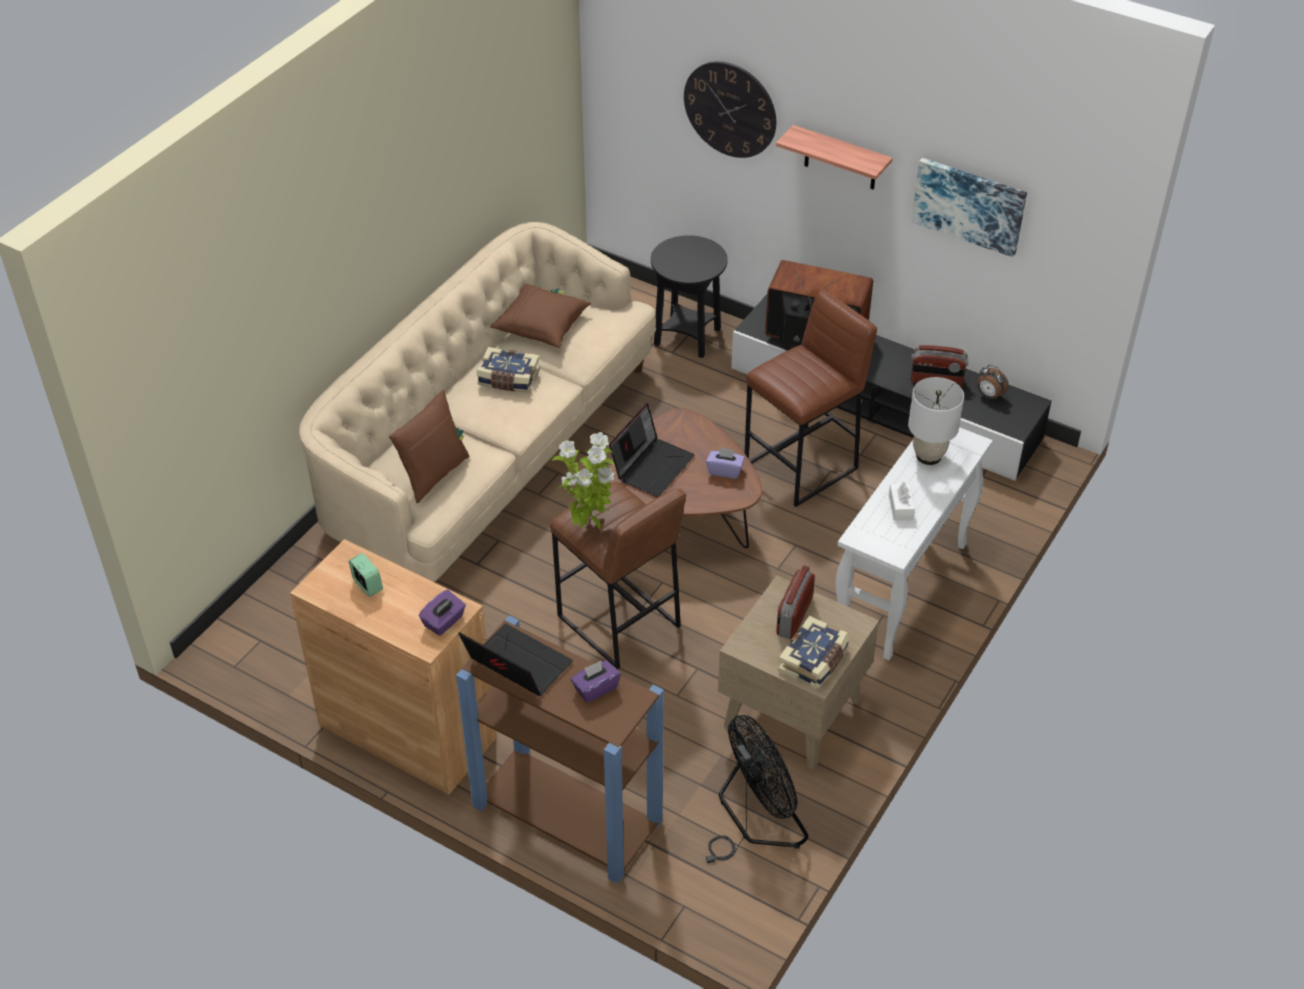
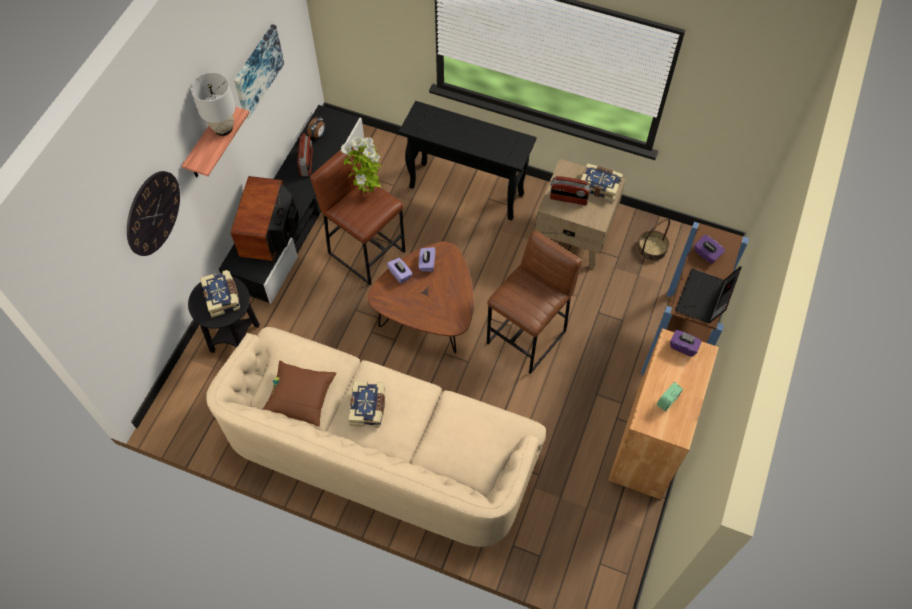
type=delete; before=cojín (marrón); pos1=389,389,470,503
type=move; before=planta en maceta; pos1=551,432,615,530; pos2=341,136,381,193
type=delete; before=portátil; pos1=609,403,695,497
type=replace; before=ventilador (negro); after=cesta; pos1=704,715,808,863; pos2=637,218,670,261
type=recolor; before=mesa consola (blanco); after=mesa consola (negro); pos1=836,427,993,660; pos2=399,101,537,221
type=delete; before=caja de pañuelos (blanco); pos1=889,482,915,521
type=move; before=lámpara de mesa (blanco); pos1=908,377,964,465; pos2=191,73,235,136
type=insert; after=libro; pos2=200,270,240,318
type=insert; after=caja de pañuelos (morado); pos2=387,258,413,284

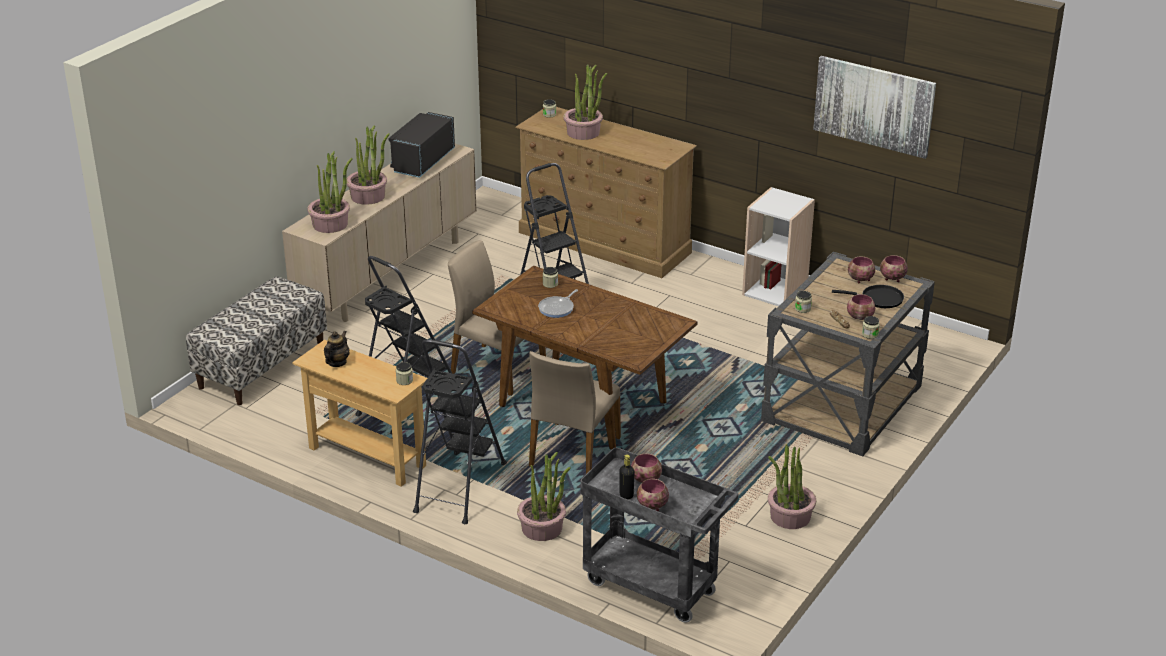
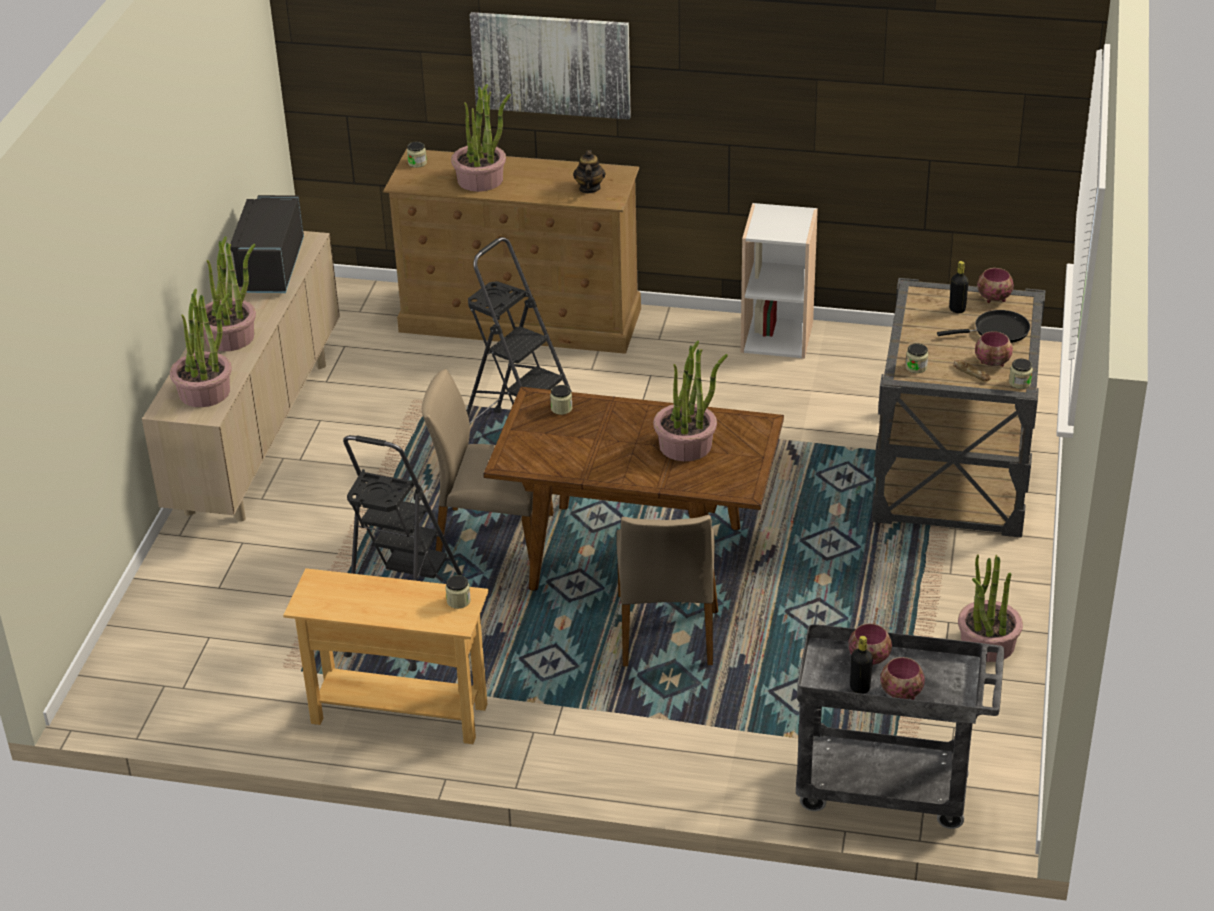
type=delete; before=banco; pos1=186,276,327,405
type=move; before=tetera; pos1=324,331,350,367; pos2=573,150,606,193
type=delete; before=escalera de tijera; pos1=413,339,507,524
type=move; before=planta en maceta; pos1=517,452,570,541; pos2=653,341,728,462
type=delete; before=sartén; pos1=538,289,578,318
type=move; before=cuadro; pos1=813,56,936,159; pos2=470,12,631,120
type=replace; before=cuenco; after=botella (negro); pos1=848,256,875,283; pos2=949,261,969,313

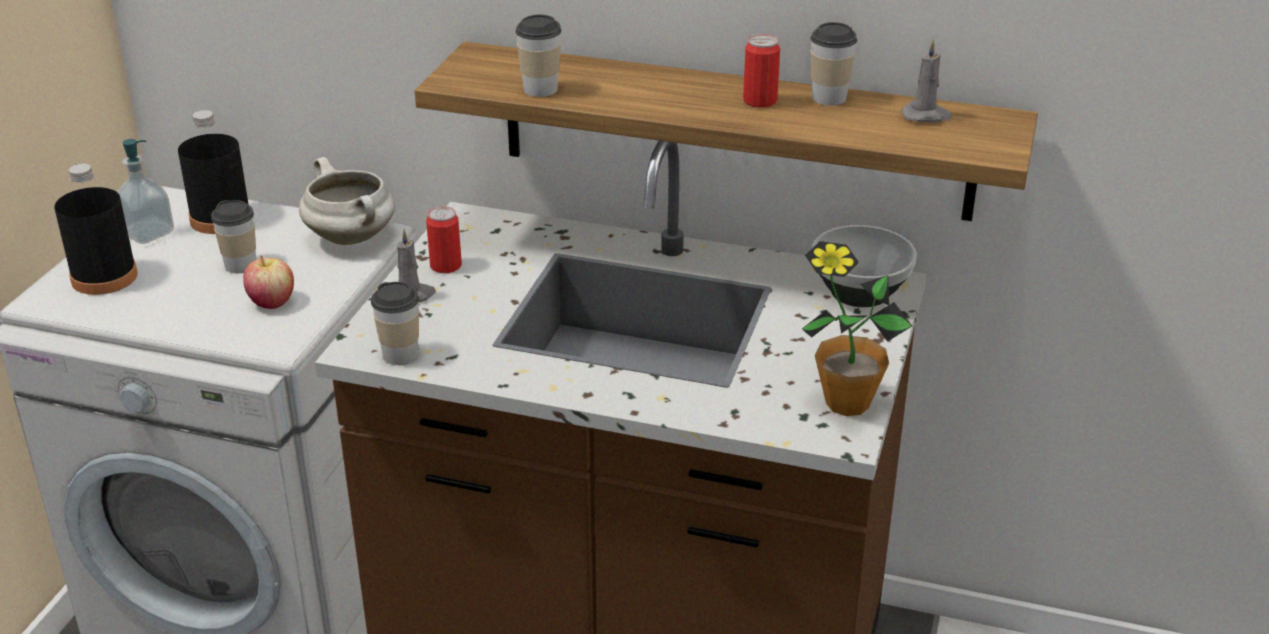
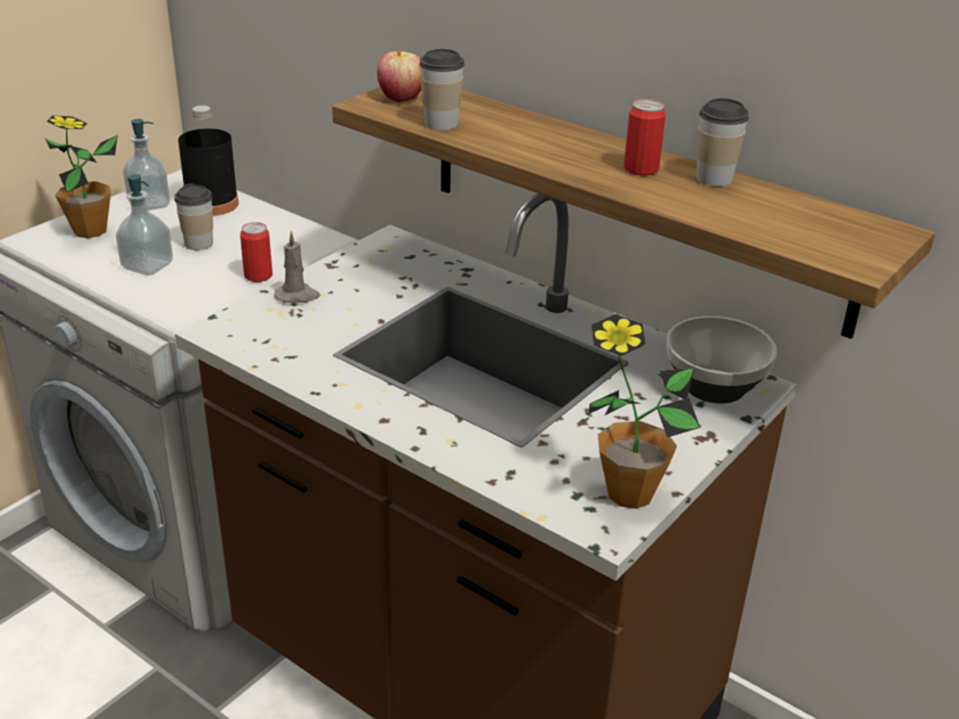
type=replace; before=botella (negro); after=planta en maceta; pos1=54,164,138,295; pos2=45,116,118,238
type=move; before=manzana; pos1=243,255,294,309; pos2=377,47,421,102
type=delete; before=olla (blanco); pos1=299,157,395,245
type=delete; before=taza; pos1=371,282,419,365
type=move; before=lata; pos1=426,206,462,273; pos2=240,222,273,282
type=delete; before=vela (gris); pos1=901,39,952,123
type=insert; after=dispensador de jabón; pos2=116,174,173,276

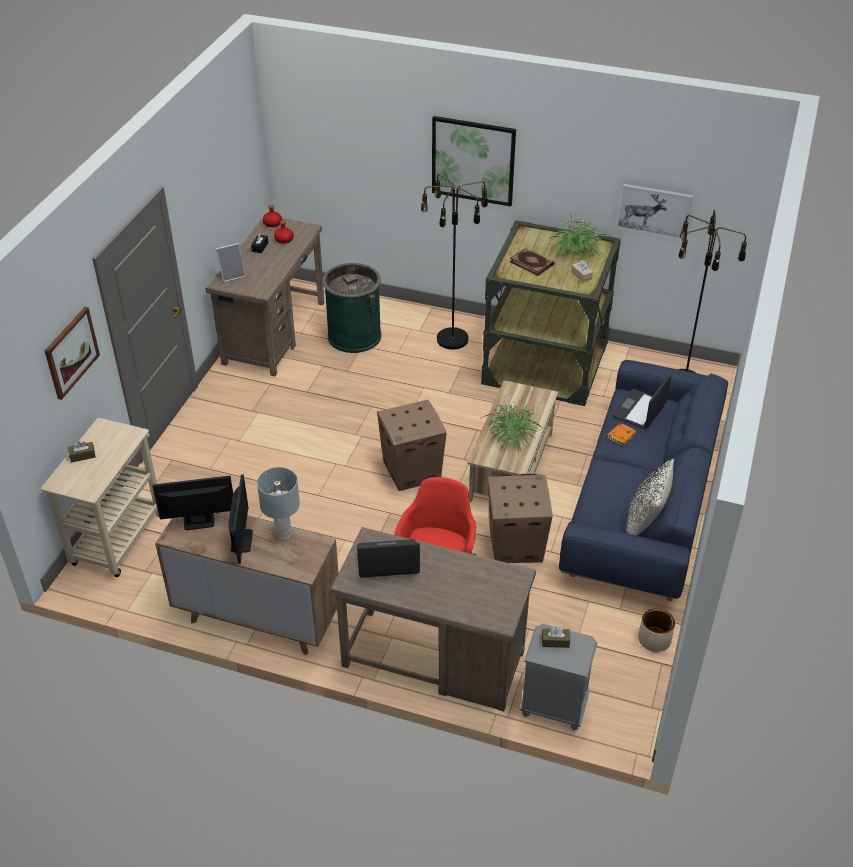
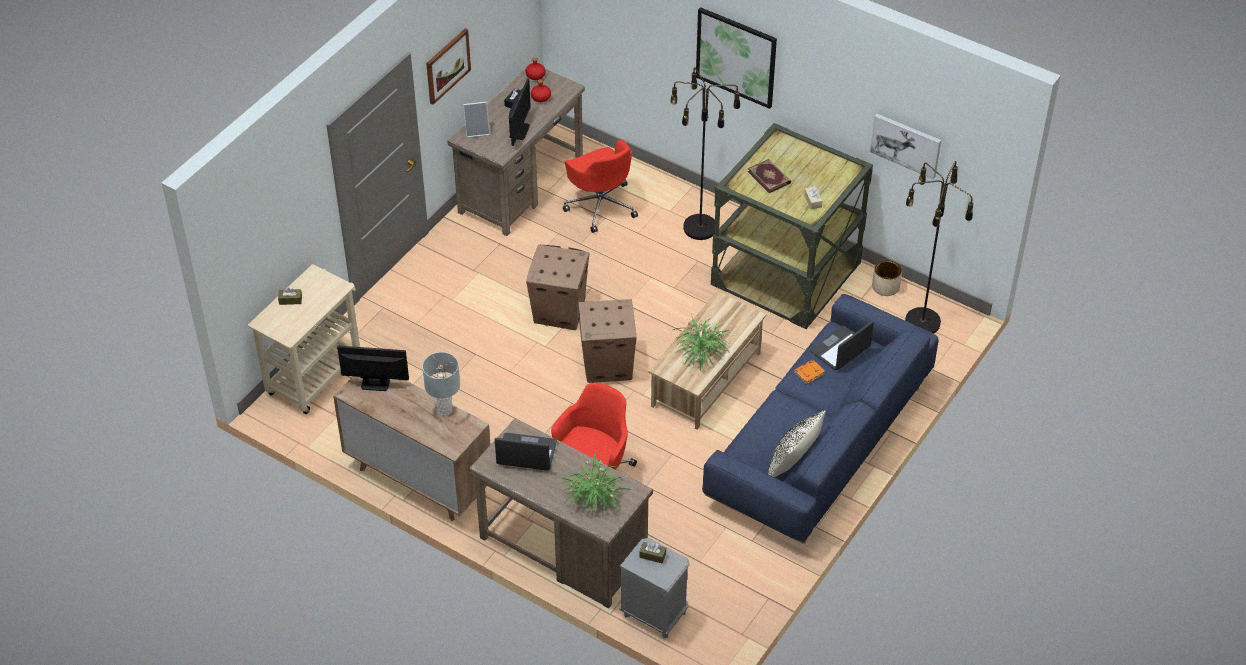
type=move; before=cuadro; pos1=45,307,100,400; pos2=426,28,471,105
type=move; before=monitor; pos1=229,475,253,564; pos2=509,78,531,146
type=replace; before=papelera (verde); after=silla de oficina (rojo); pos1=322,263,381,353; pos2=563,139,638,233
type=move; before=caja de cartón; pos1=488,474,553,563; pos2=526,245,589,330
type=move; before=planta en maceta; pos1=549,213,608,261; pos2=560,450,627,516
type=move; before=maceta (beis); pos1=638,608,675,652; pos2=872,260,902,296

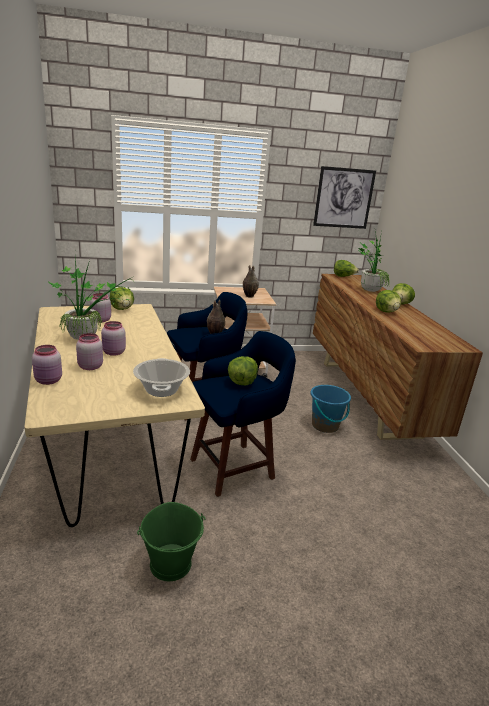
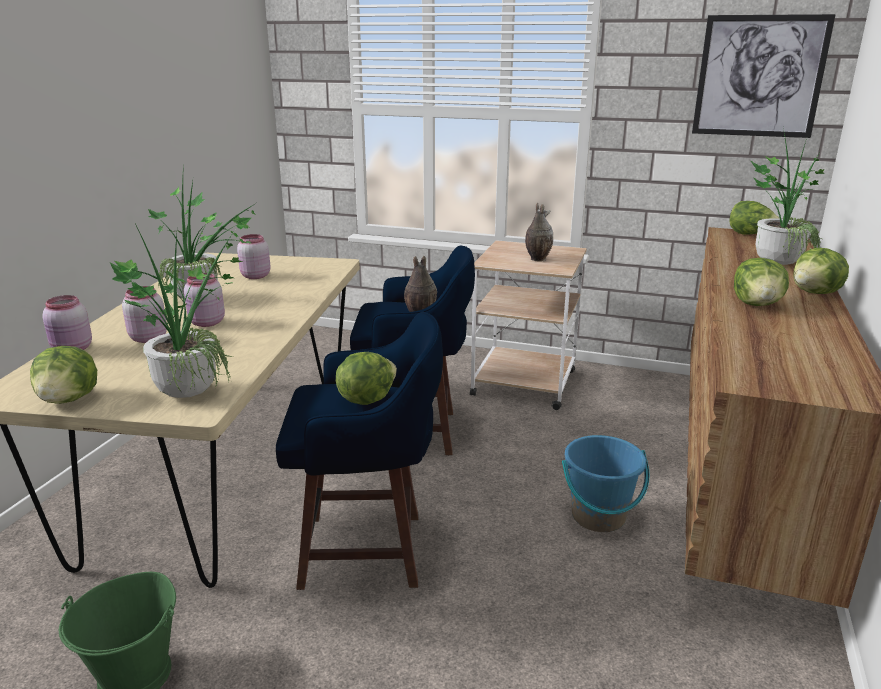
type=move; before=lechuga; pos1=110,287,134,310; pos2=30,346,97,404
type=replace; before=olla; after=planta en maceta; pos1=133,358,190,397; pos2=110,224,242,398

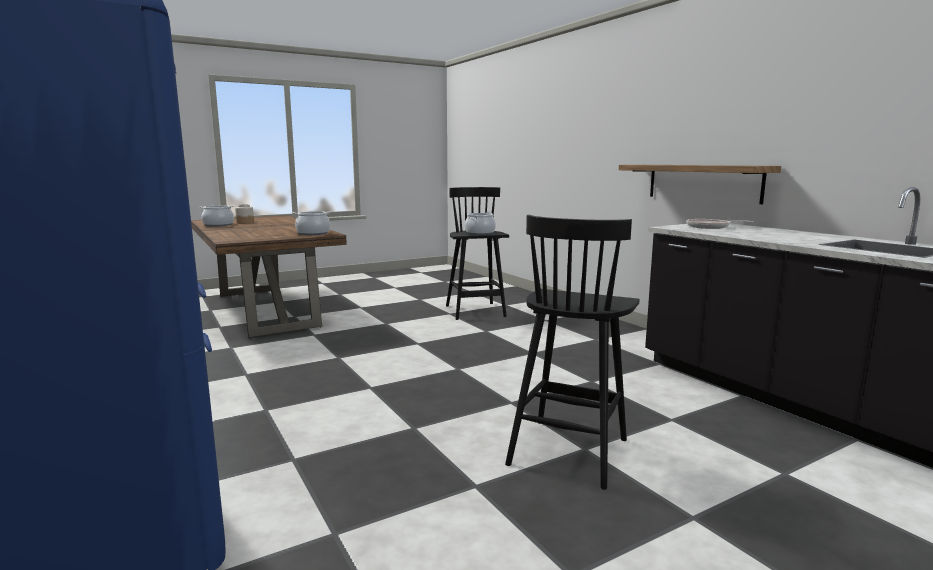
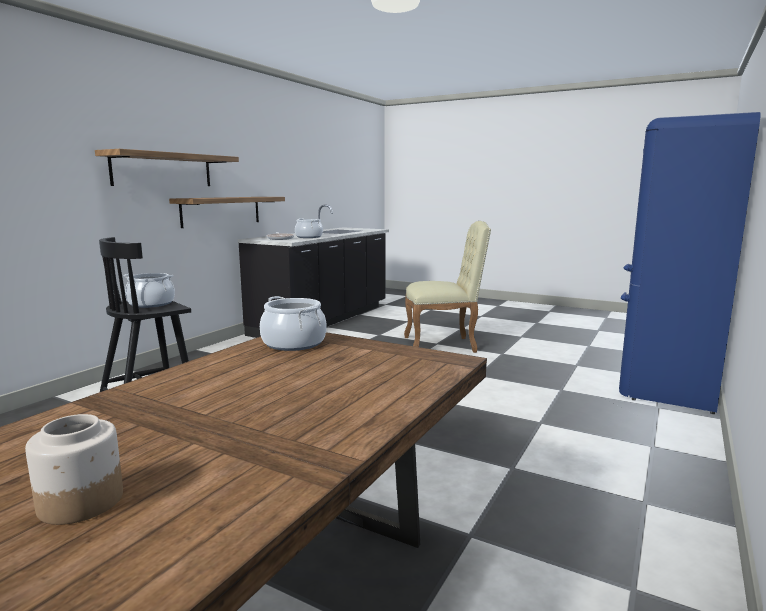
type=move; before=olla; pos1=199,205,234,227; pos2=295,218,323,238
type=replace; before=taburete (negro); after=silla (beis); pos1=505,215,640,490; pos2=404,221,491,353
type=insert; after=estante; pos2=95,149,239,186

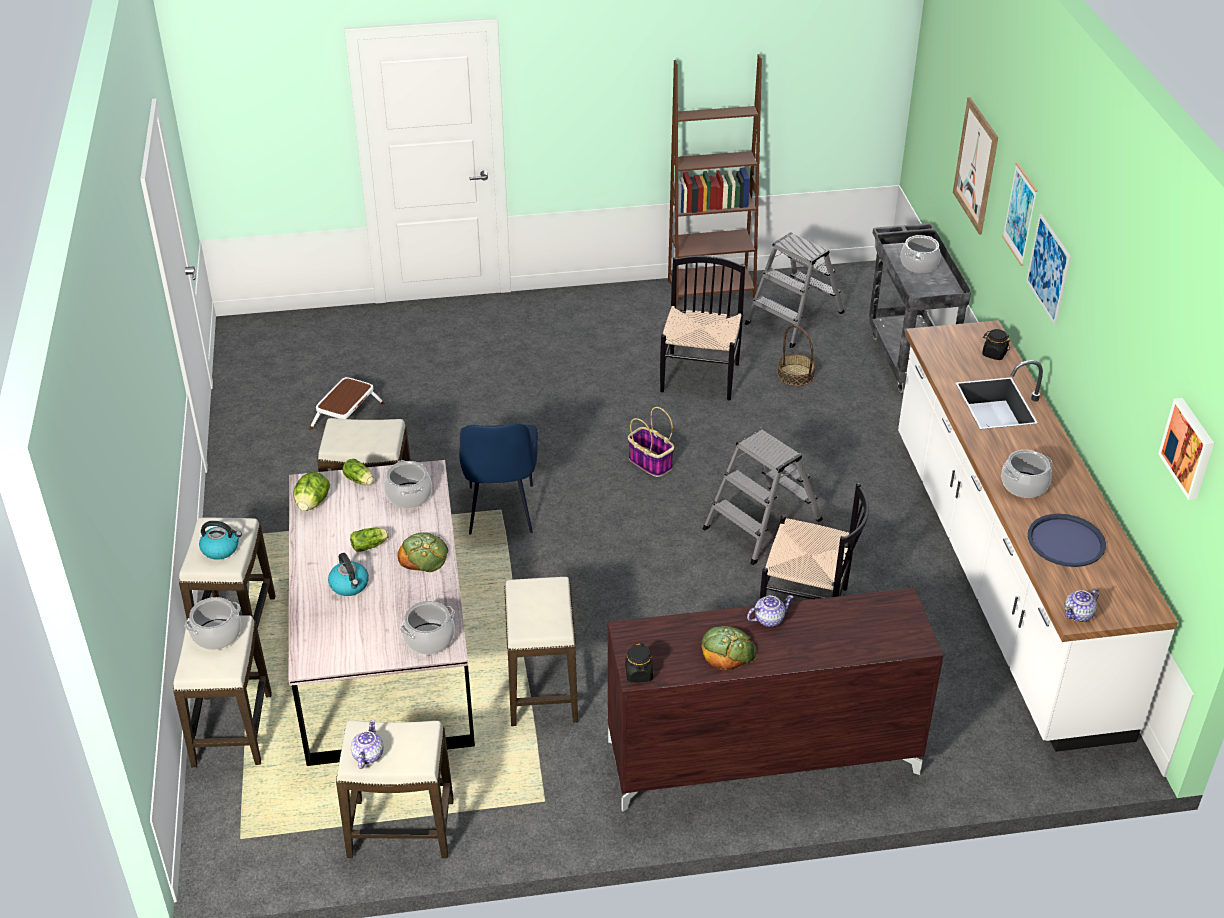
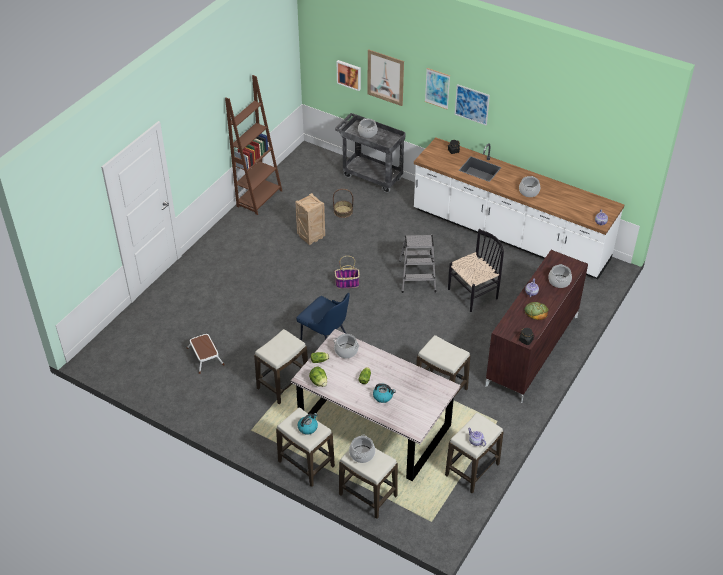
type=delete; before=pan; pos1=397,532,448,572
type=move; before=olla; pos1=400,601,455,655; pos2=548,264,572,288
type=replace; before=silla (negro); after=caja de embalaje; pos1=660,256,745,400; pos2=295,193,325,245
type=delete; before=escalera de tijera (gris); pos1=745,232,845,348
type=delete; before=bandeja (azul); pos1=1028,514,1106,567
type=move; before=cuadro; pos1=1158,398,1214,500; pos2=337,60,361,91

